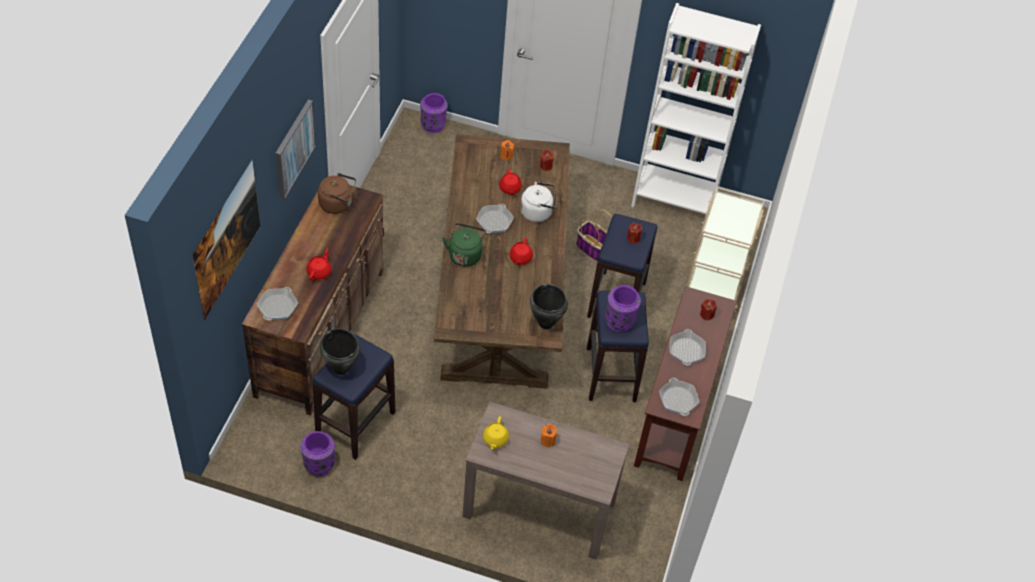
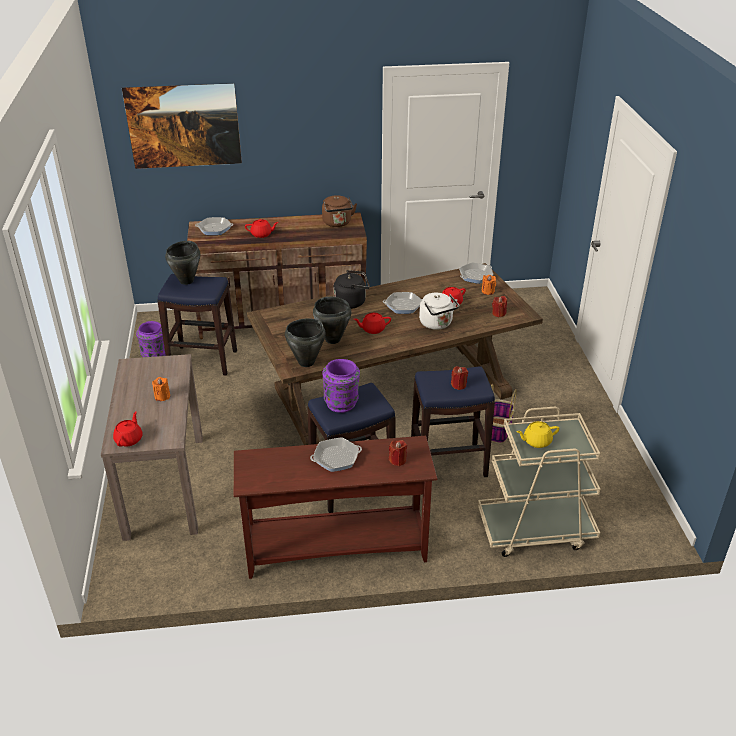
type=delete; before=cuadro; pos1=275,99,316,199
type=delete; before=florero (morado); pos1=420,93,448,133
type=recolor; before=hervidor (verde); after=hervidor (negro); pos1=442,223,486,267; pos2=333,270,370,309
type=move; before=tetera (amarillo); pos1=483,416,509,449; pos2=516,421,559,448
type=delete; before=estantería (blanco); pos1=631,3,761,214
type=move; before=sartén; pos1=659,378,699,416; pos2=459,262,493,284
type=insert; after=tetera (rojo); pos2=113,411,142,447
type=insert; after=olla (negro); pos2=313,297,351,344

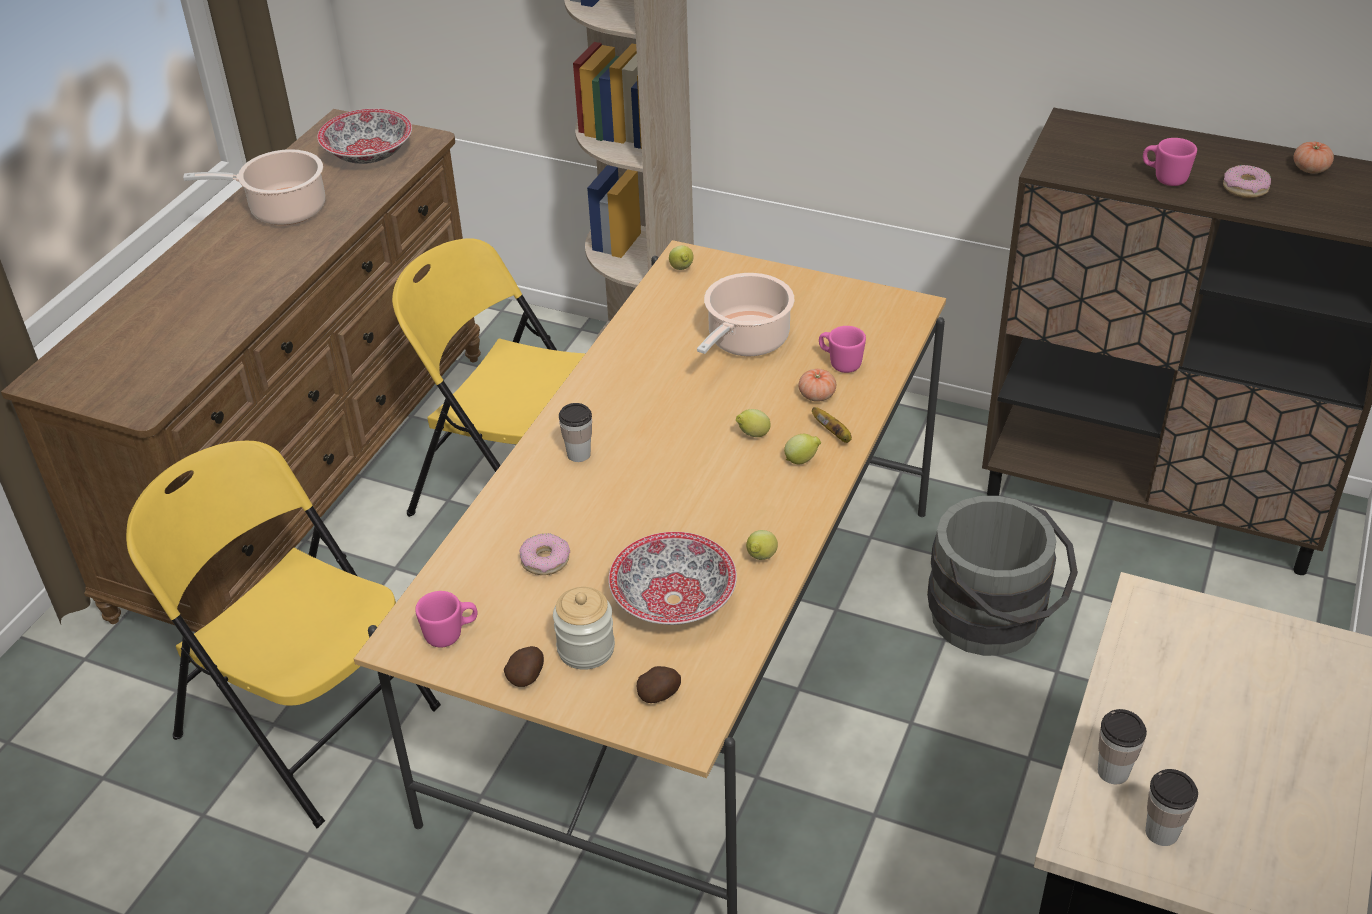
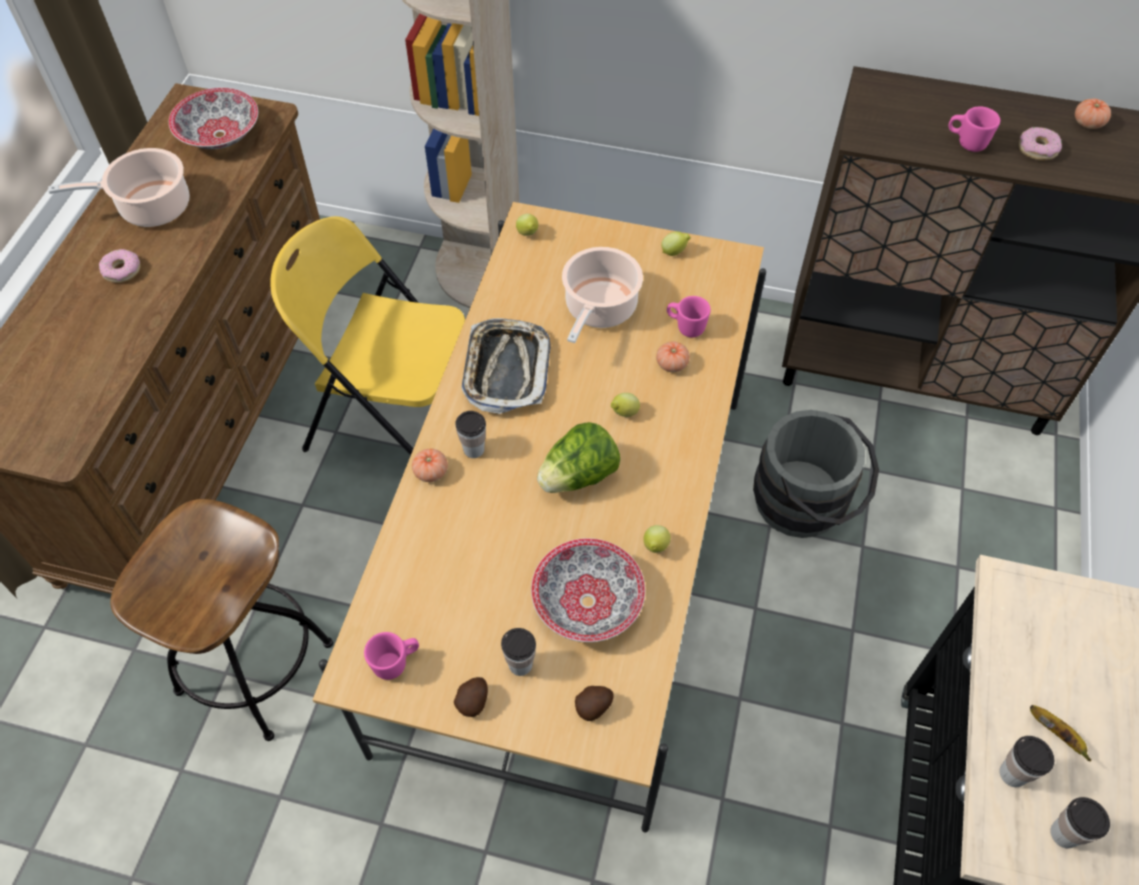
type=replace; before=silla (amarillo); after=taburete (marrón); pos1=126,441,441,829; pos2=110,499,333,741
type=move; before=rosquilla; pos1=520,533,570,575; pos2=99,249,140,283
type=replace; before=tarro; after=taza; pos1=553,587,615,670; pos2=501,628,536,676
type=move; before=limón; pos1=784,434,821,464; pos2=661,231,691,256
type=move; before=plátano; pos1=812,407,852,443; pos2=1030,705,1092,761
type=insert; after=tomate; pos2=412,449,448,482
type=insert; after=bandeja; pos2=461,318,551,414
type=insert; after=lechuga; pos2=537,422,620,493

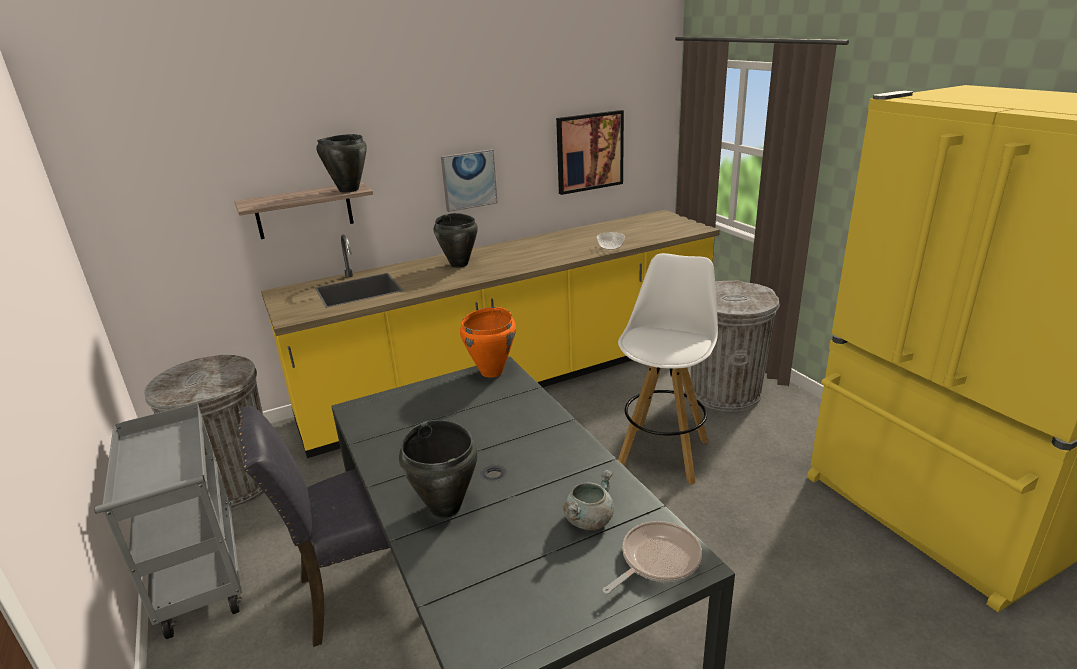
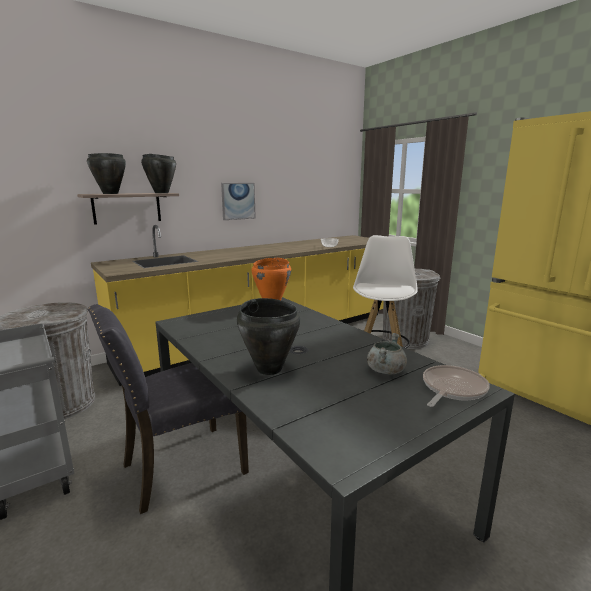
type=move; before=olla (negro); pos1=434,213,478,268; pos2=87,153,126,194
type=delete; before=cuadro; pos1=556,110,624,195

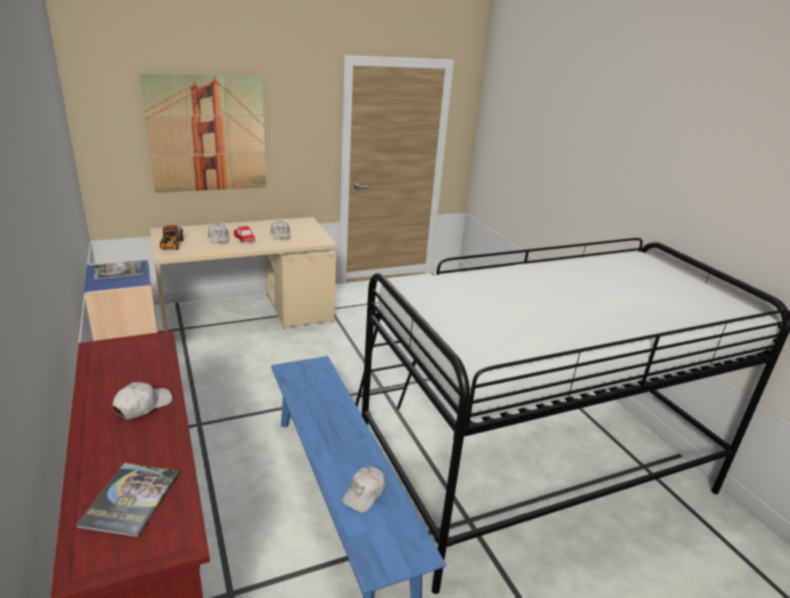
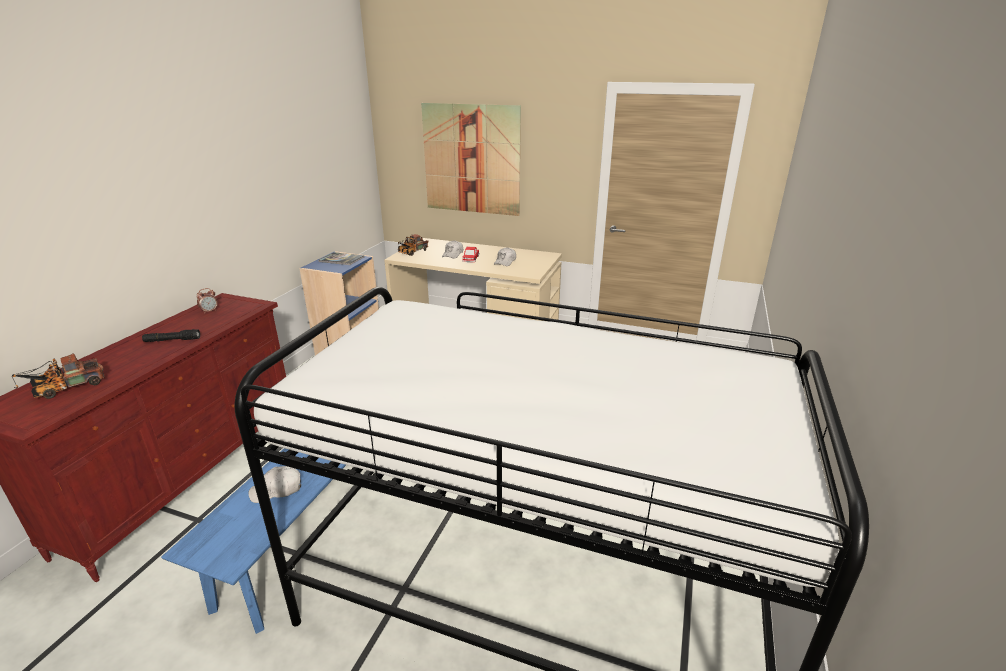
type=replace; before=libro; after=camión de juguete; pos1=76,463,180,537; pos2=12,353,105,399
type=replace; before=gorra (blanco); after=linterna (negro); pos1=112,382,172,419; pos2=142,329,200,342
type=insert; after=despertador; pos2=196,288,218,314

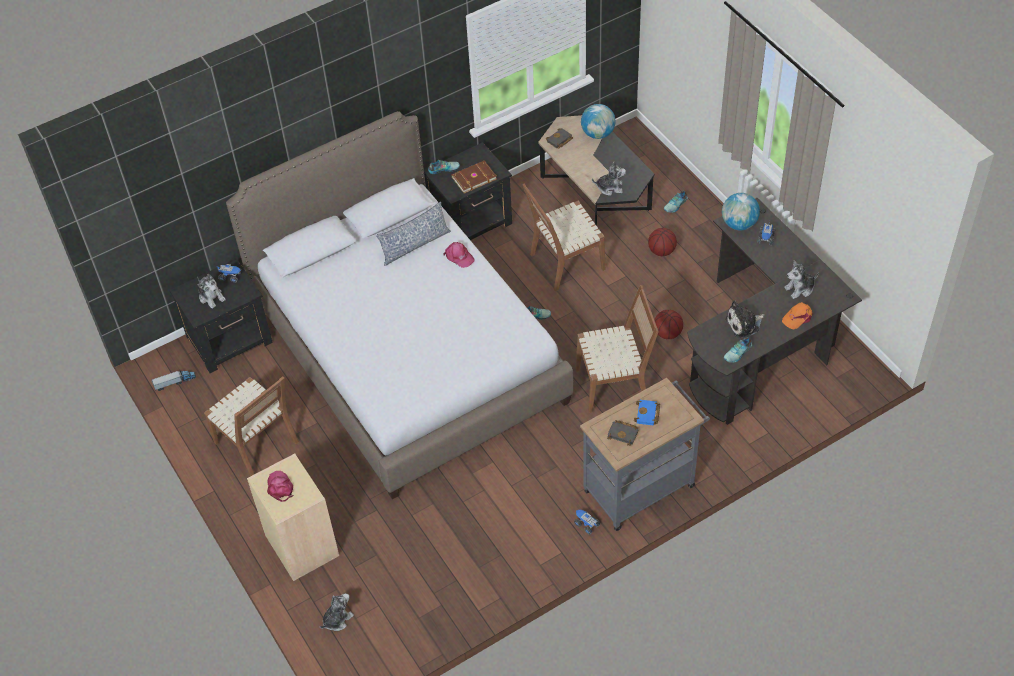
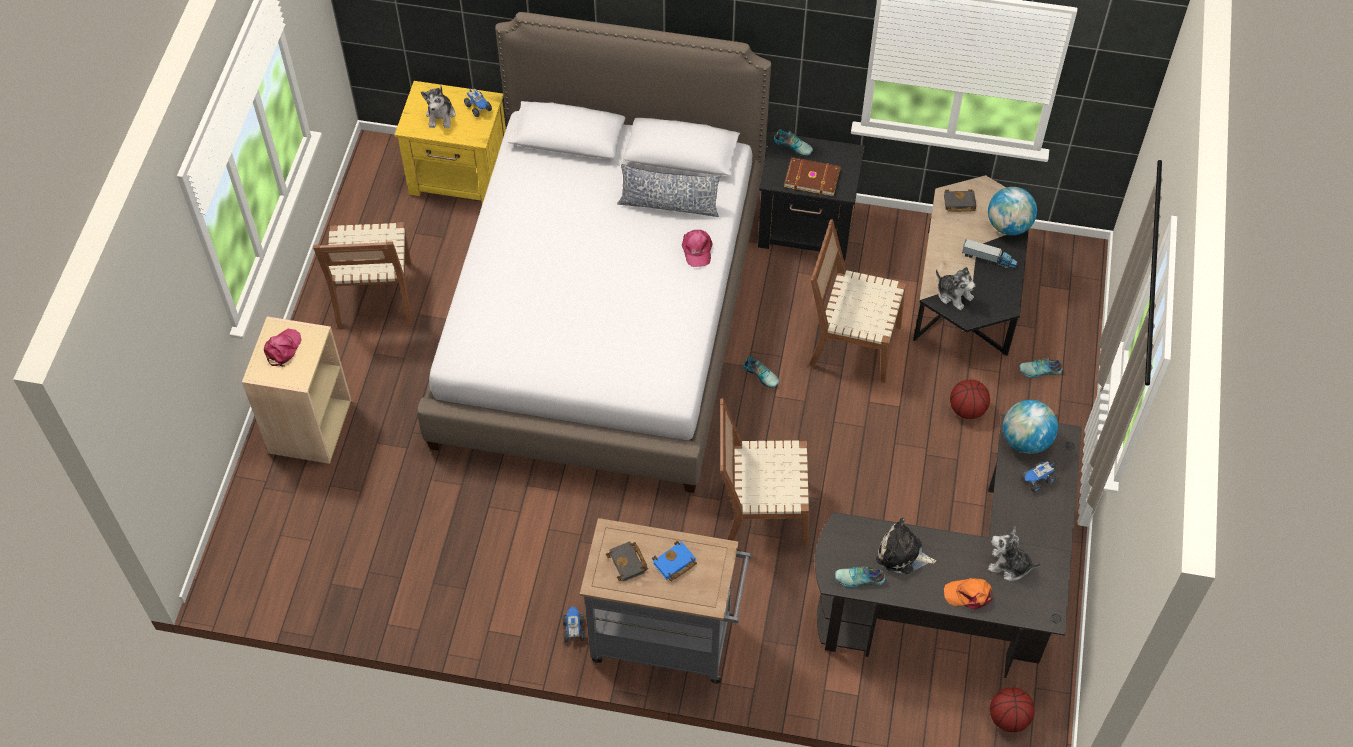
type=move; before=camión de juguete; pos1=152,371,196,391; pos2=962,239,1018,269
type=recolor; before=mesita de noche (negro); after=mesita de noche (amarillo); pos1=169,259,273,373; pos2=394,81,506,204
type=delete; before=peluche; pos1=320,593,354,631
type=rotate; before=silla; pos1=576,285,659,413; pos2=720,398,809,546; turn=150
type=move; before=balón de baloncesto; pos1=654,310,683,339; pos2=990,688,1035,732

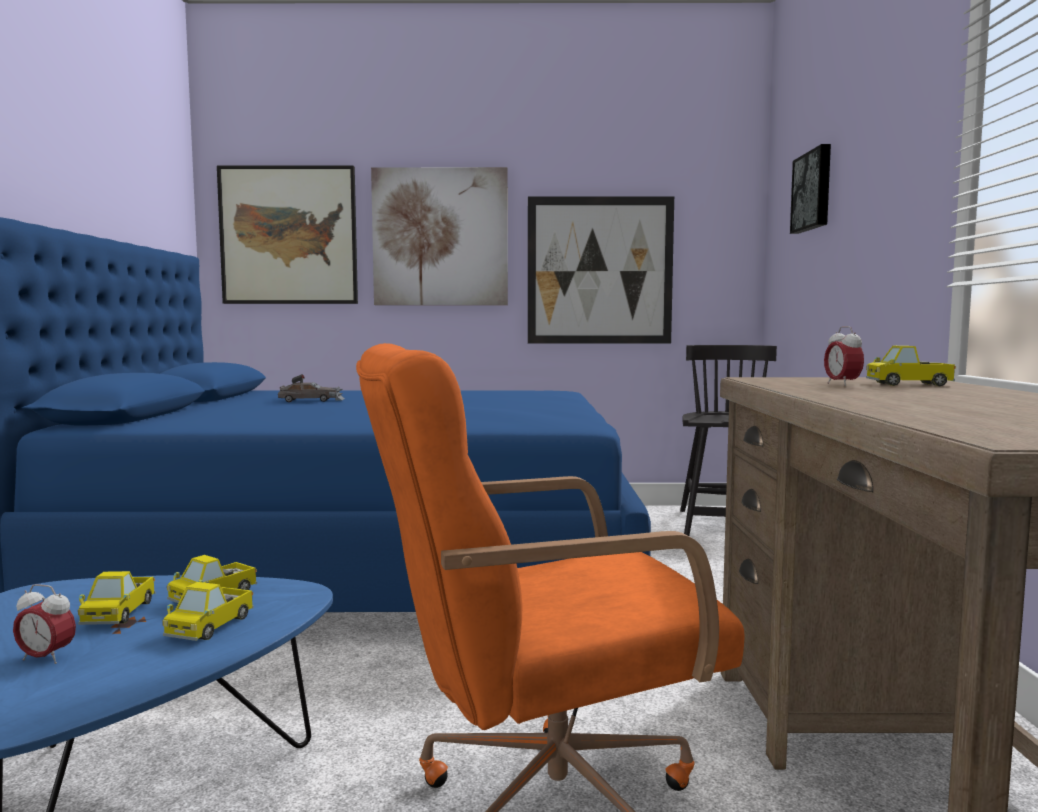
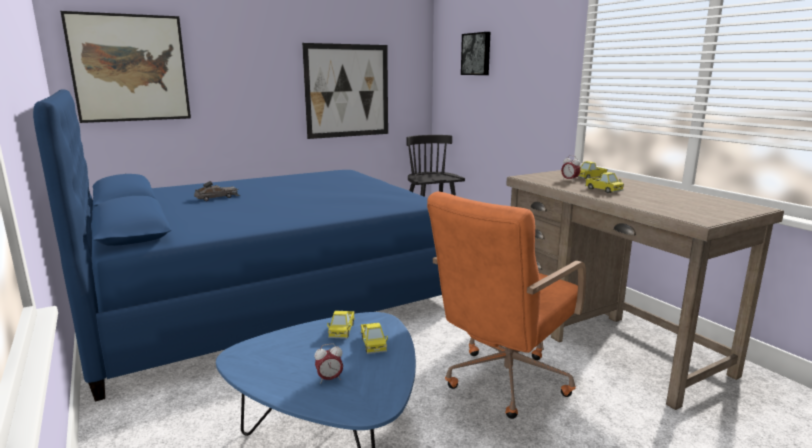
type=move; before=camión de juguete; pos1=78,571,156,625; pos2=585,172,624,193
type=delete; before=cuadro; pos1=371,167,508,305

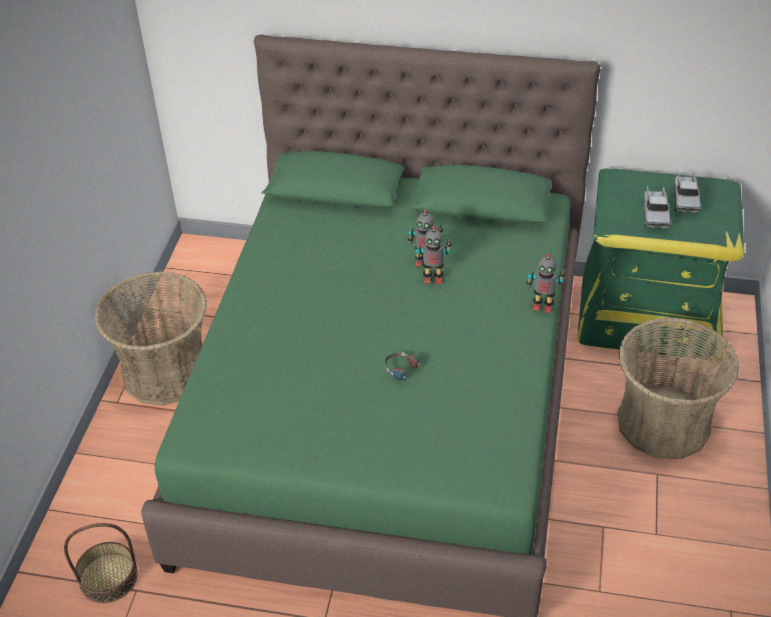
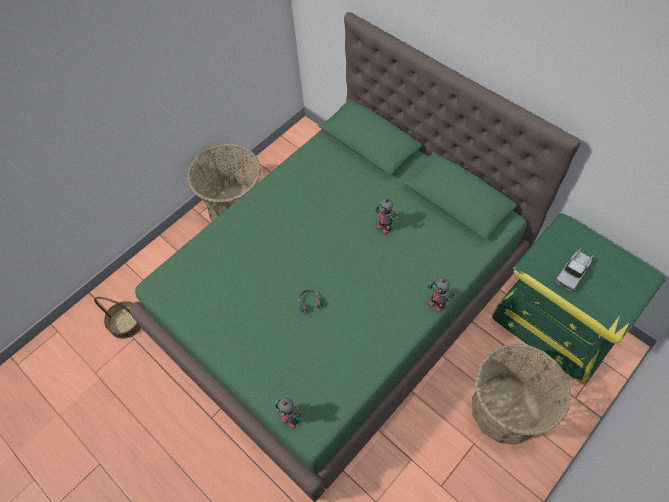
type=move; before=robot de juguete; pos1=415,226,452,284; pos2=275,398,301,429
type=delete; before=camión de juguete; pos1=674,171,701,213

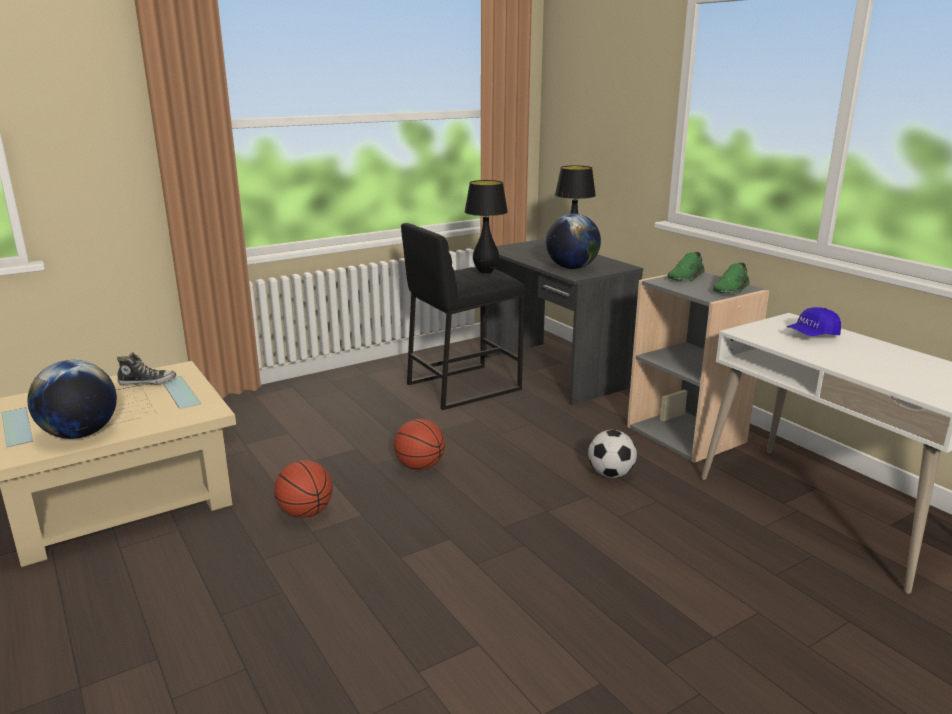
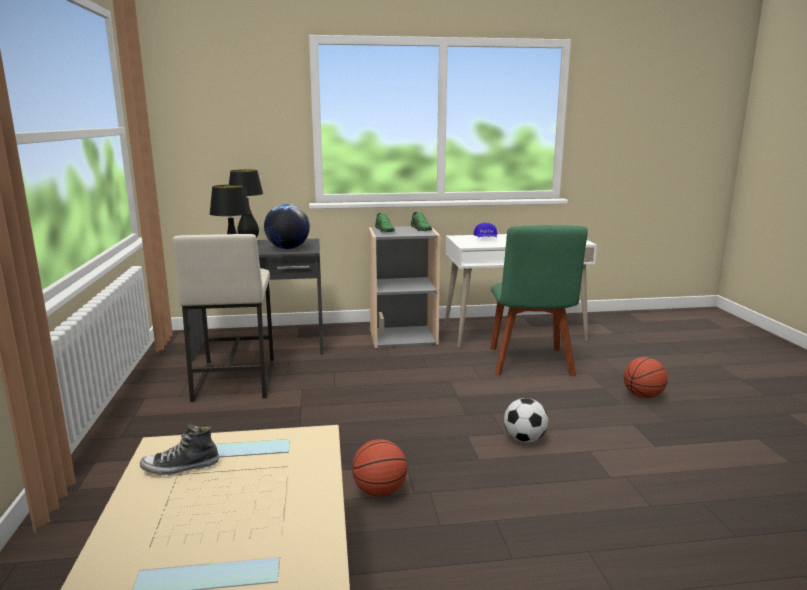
type=delete; before=globo terráqueo; pos1=27,360,117,439
type=rotate; before=zapato; pos1=117,352,176,386; pos2=140,423,219,475; turn=-120
type=move; before=balón de baloncesto; pos1=394,419,445,470; pos2=624,357,668,399
type=recolor; before=taburete (negro); after=taburete (beis); pos1=401,223,525,410; pos2=172,234,274,402
type=move; before=balón de fútbol; pos1=588,430,637,478; pos2=504,398,549,443
type=insert; after=silla (verde); pos2=490,225,588,377

